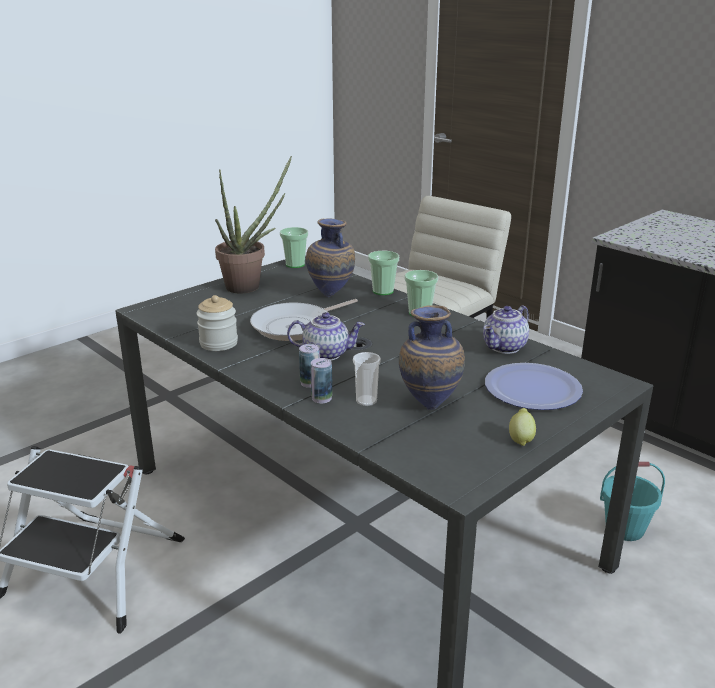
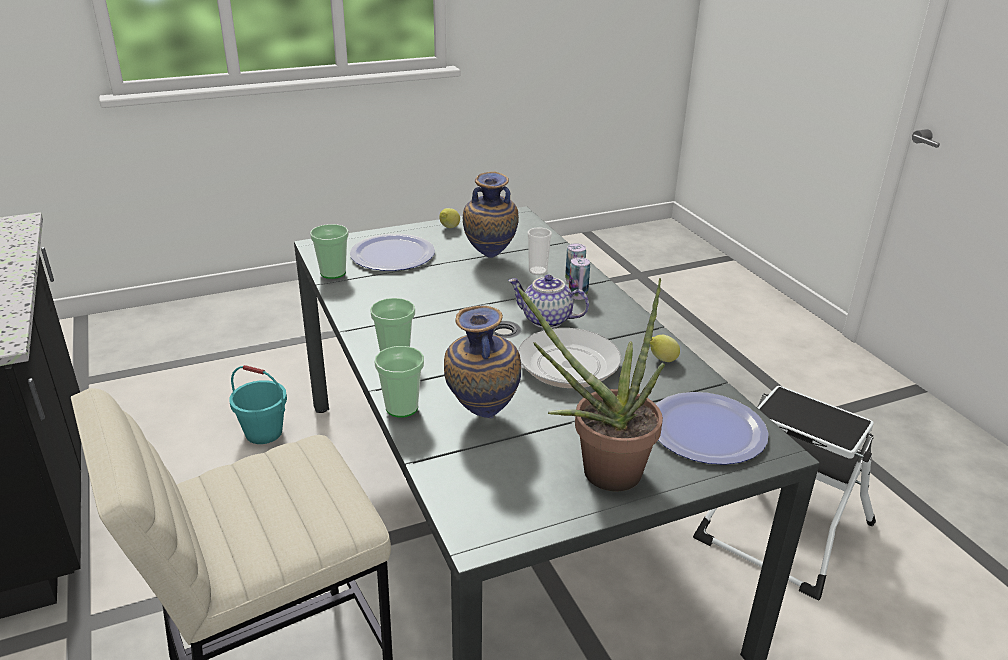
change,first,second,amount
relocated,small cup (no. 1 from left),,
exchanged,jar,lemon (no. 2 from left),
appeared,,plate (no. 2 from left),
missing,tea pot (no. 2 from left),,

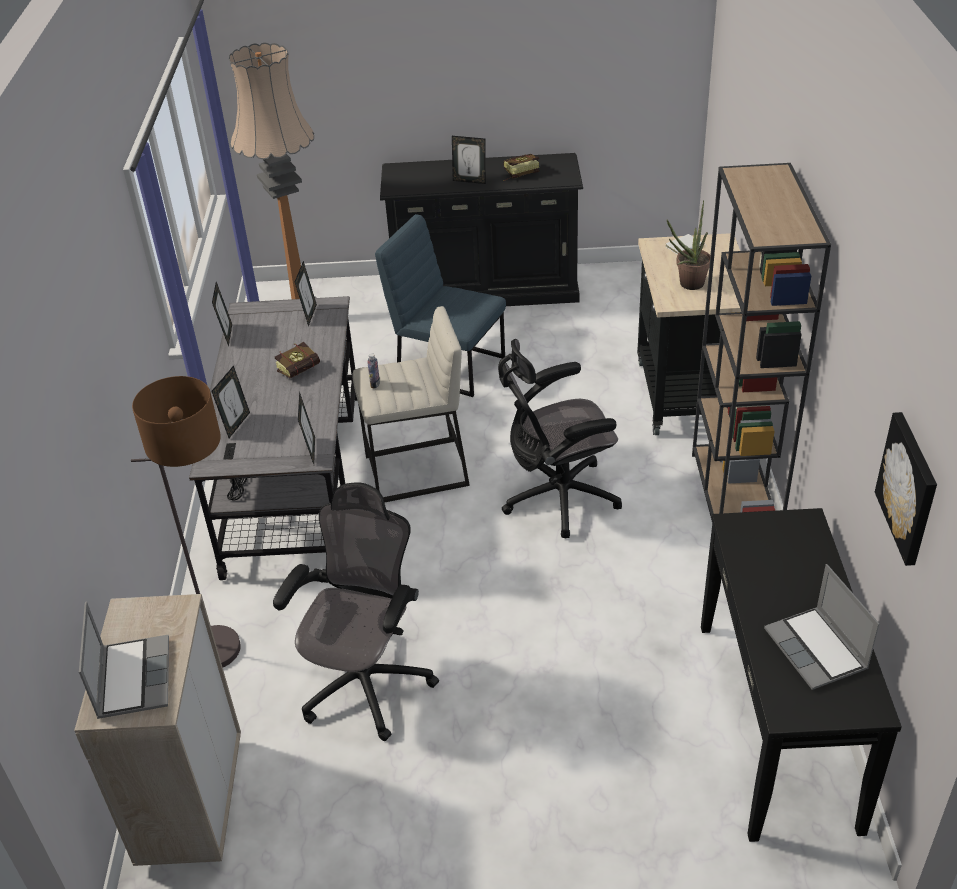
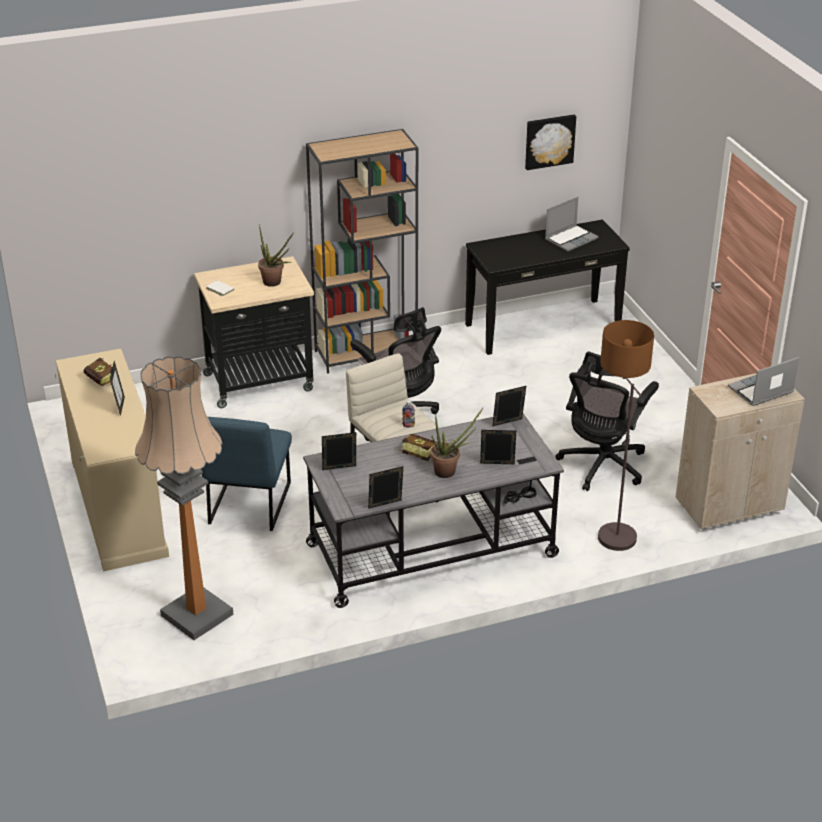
change,first,second,amount
colour,black cupboard,sand-coloured cupboard (no. 1 from left),
appeared,,houseplant (no. 2 from left),
spun,computer chair (no. 1 from left in the first image),computer chair (no. 2 from left),60 degrees counterclockwise

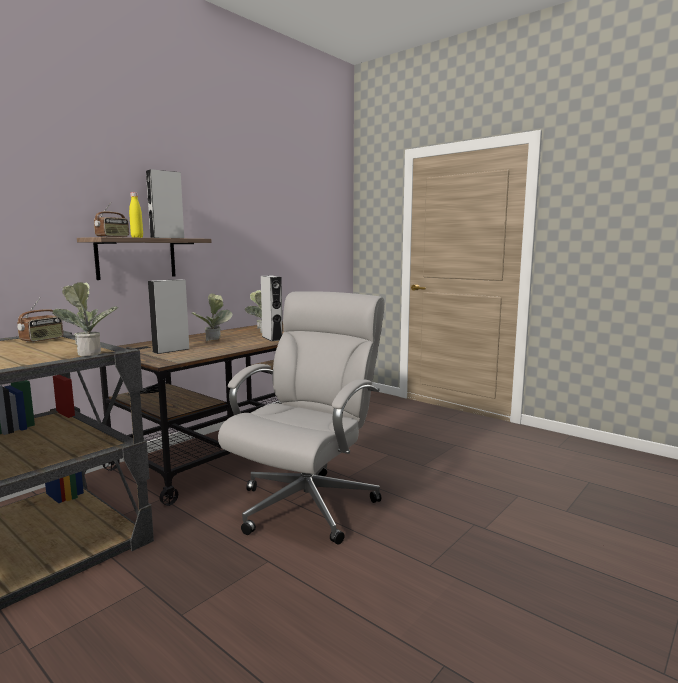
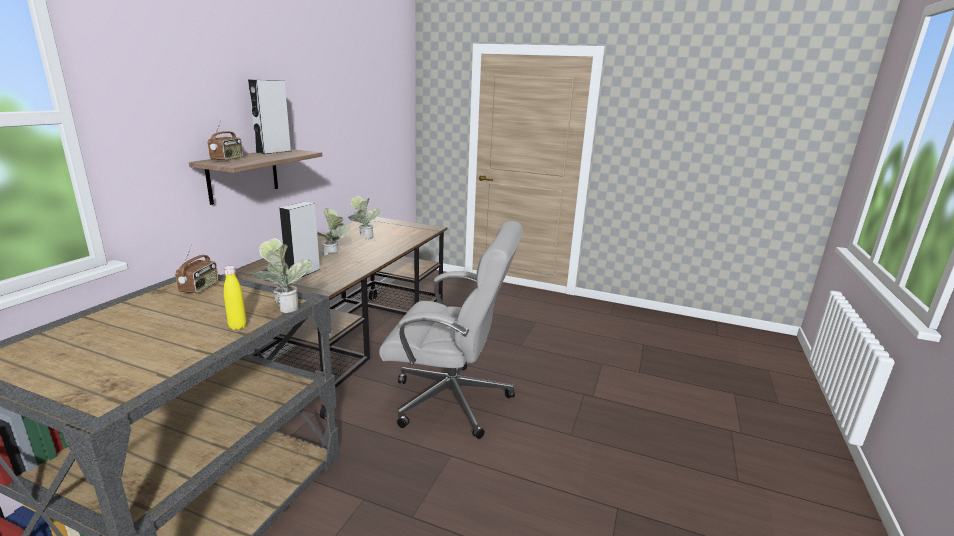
change,first,second,amount
relocated,yellow-coloured drink bottle,,
spun,greyish computer chair,,90 degrees clockwise
missing,greyish audio speaker (no. 3 from left),,

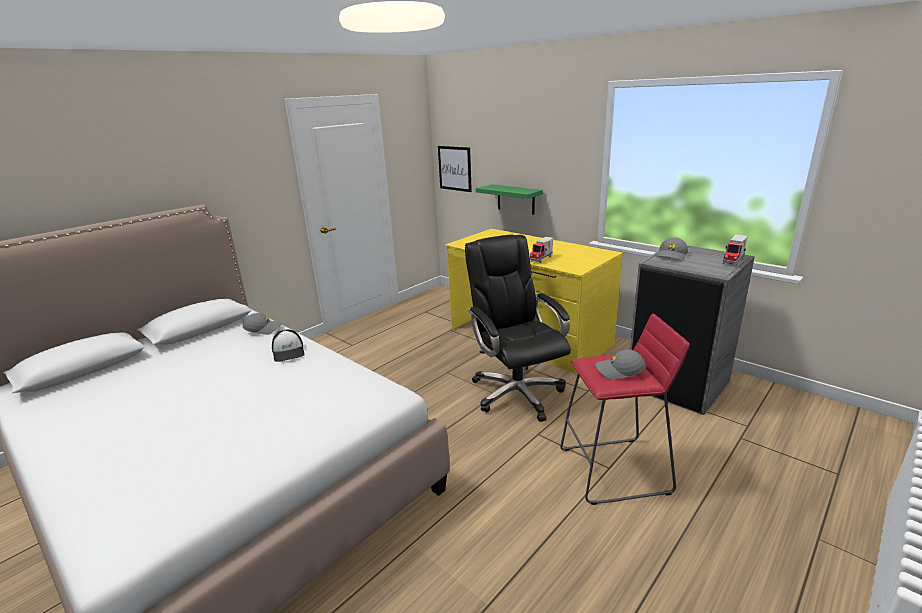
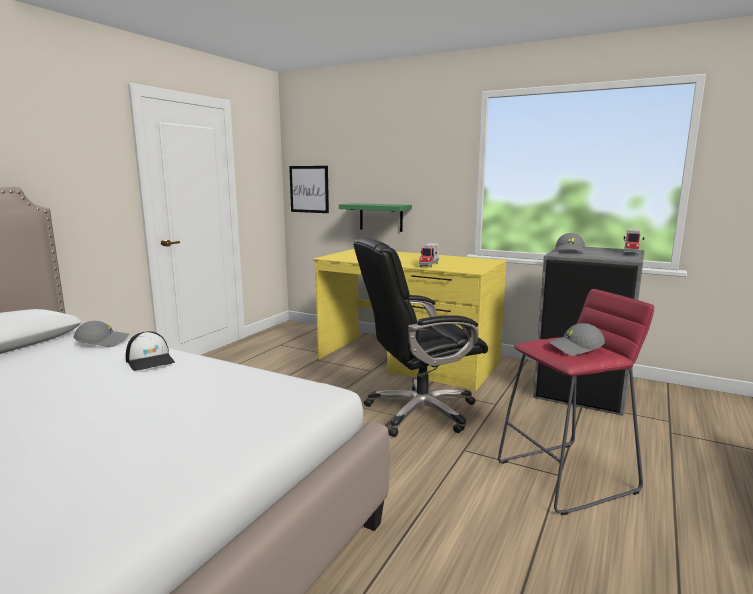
change,first,second,amount
spun,black computer chair,,75 degrees counterclockwise

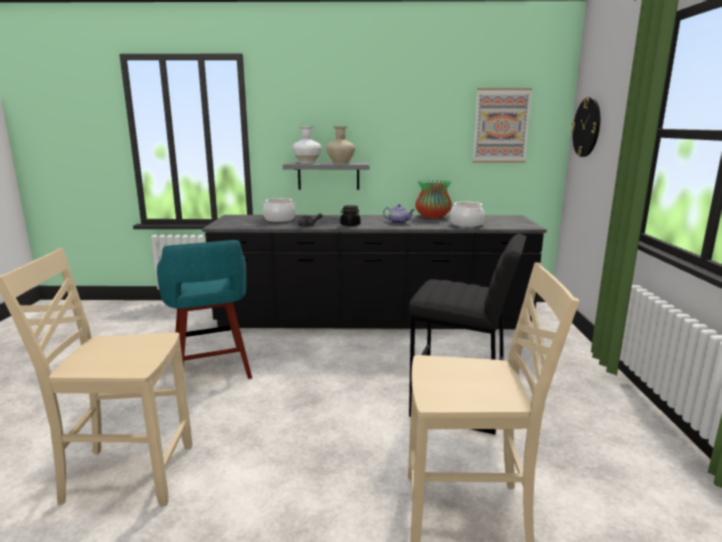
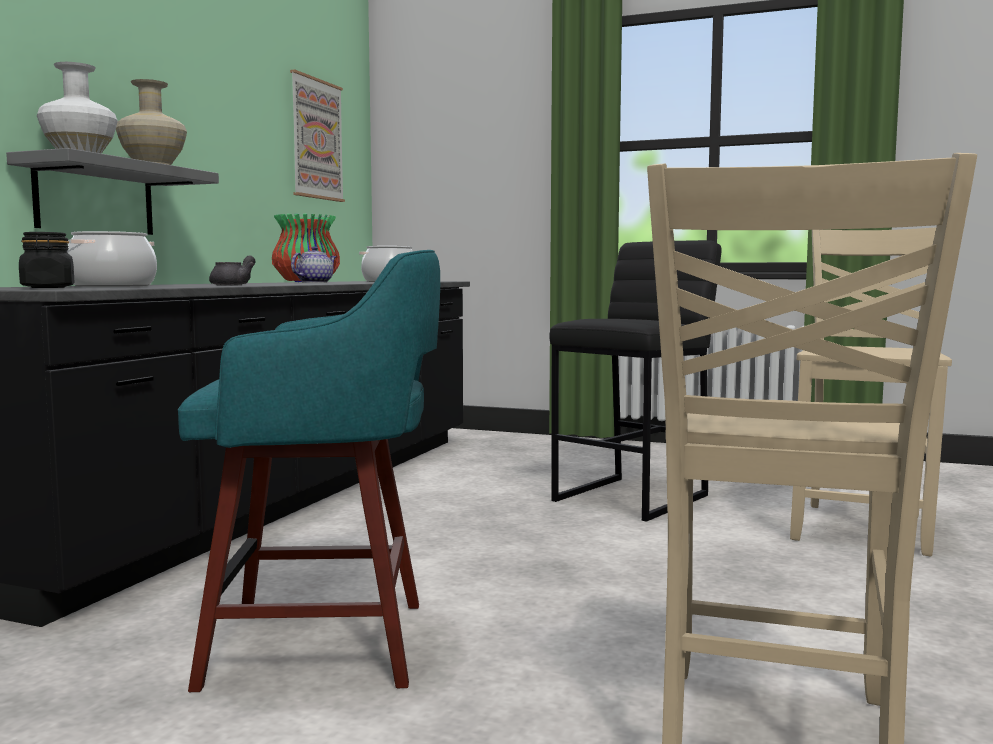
change,first,second,amount
relocated,black jar,,
missing,hanging clock,,

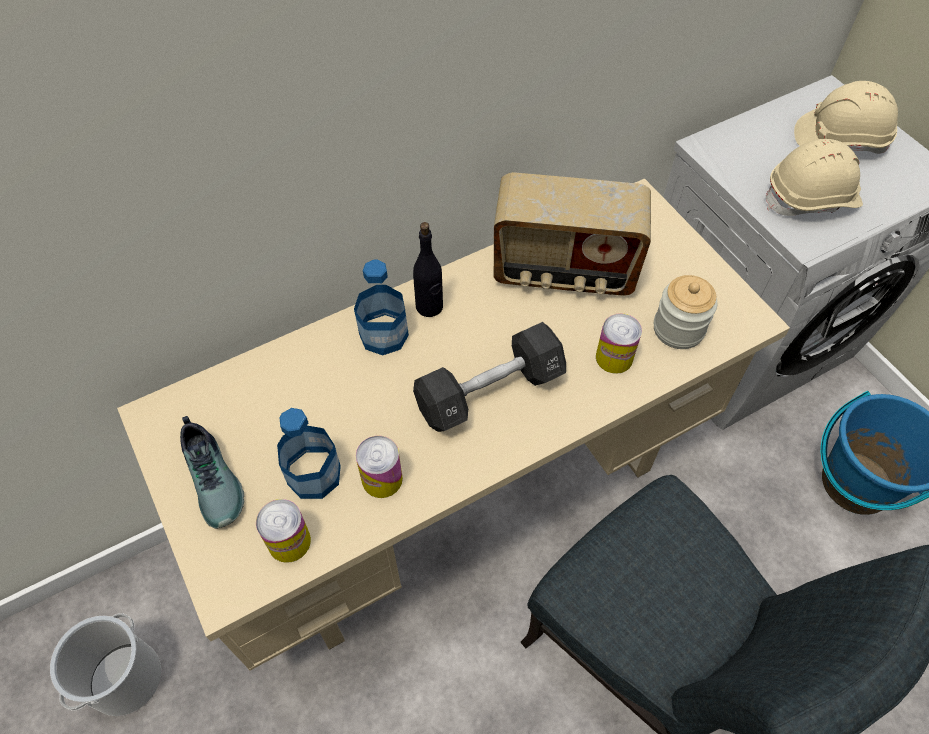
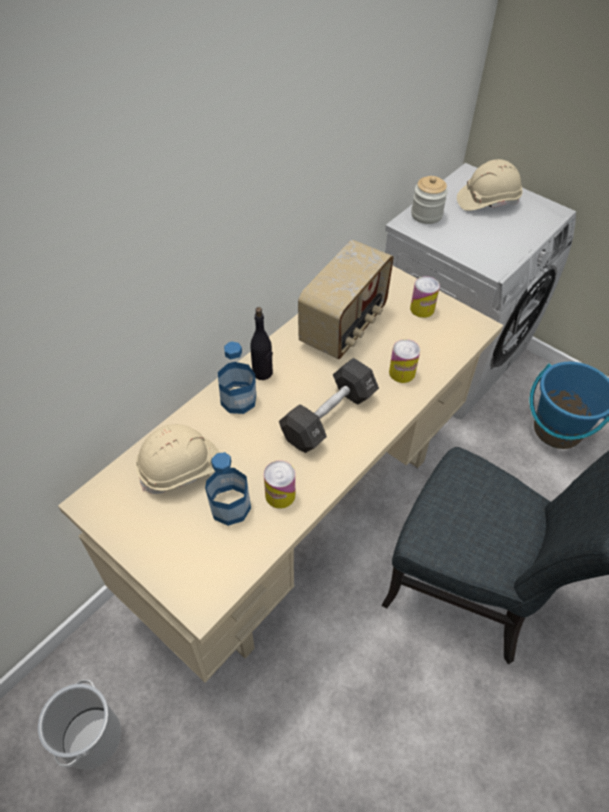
change,first,second,amount
relocated,sand-coloured safety helmet (no. 1 from left),,
spun,radio,,45 degrees counterclockwise
relocated,can (no. 1 from left in the first image),can (no. 3 from left),
relocated,jar,,
missing,low shoe,,

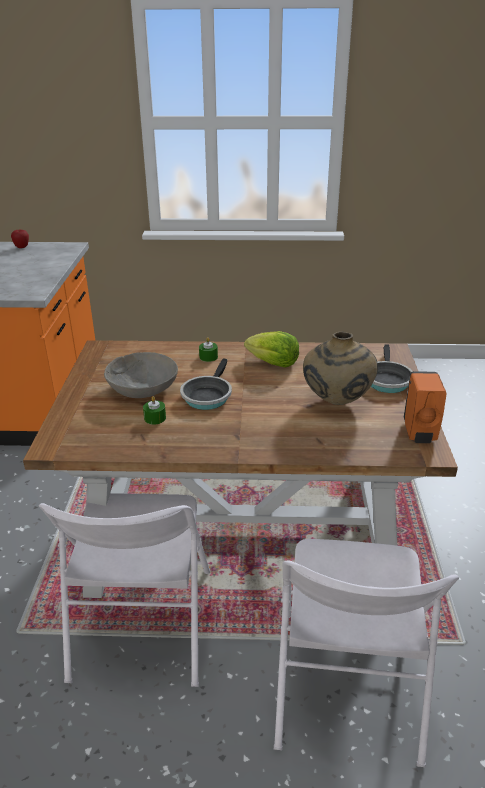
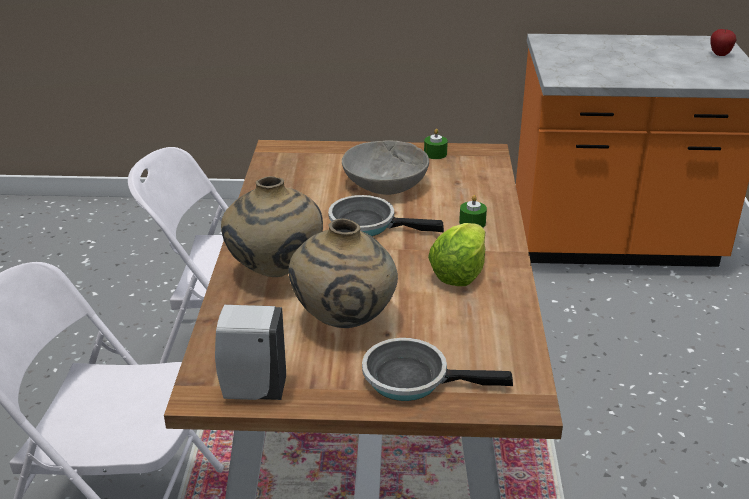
change,first,second,amount
colour,orange-coloured soap dispenser,white-coloured soap dispenser,
appeared,,sand-coloured decorative vase (no. 1 from left),
relocated,green-coloured wax light (no. 1 from left),,

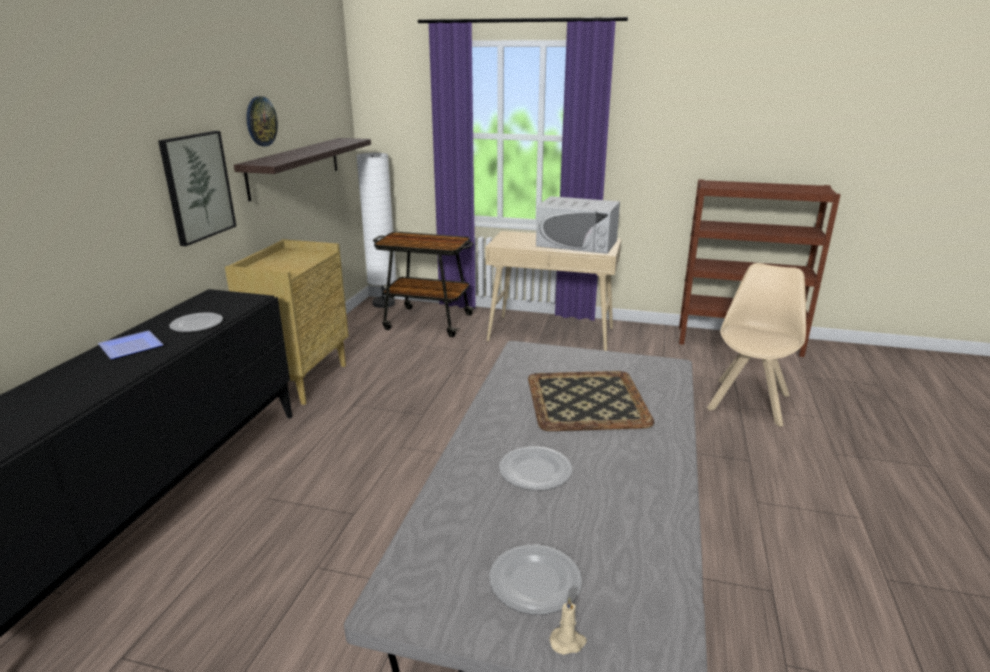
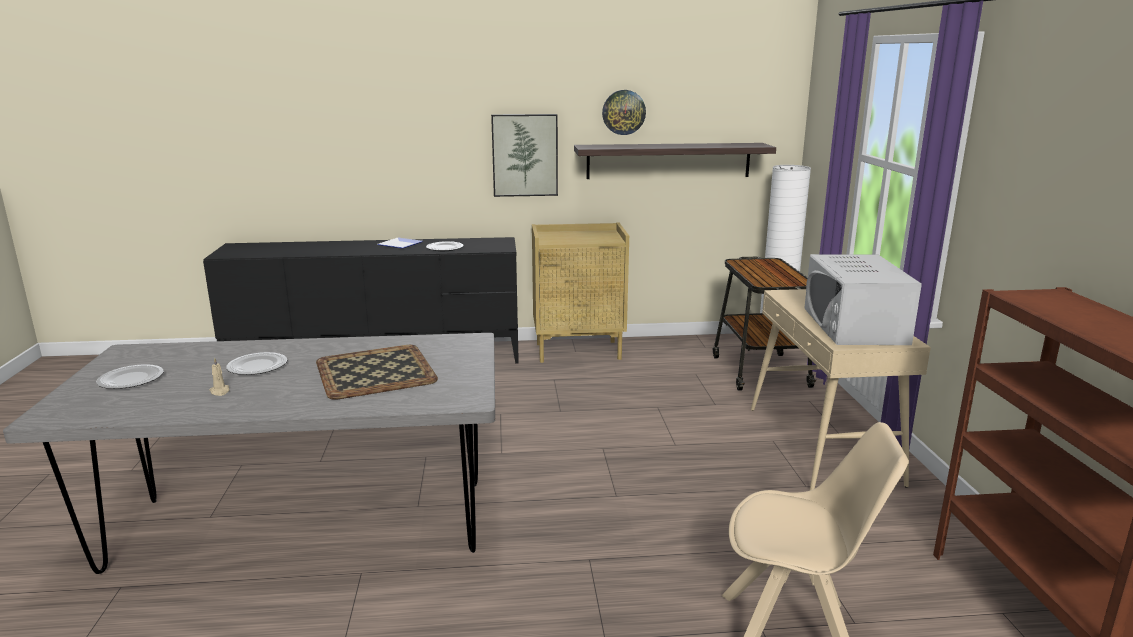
change,first,second,amount
relocated,sand-coloured wax light,,

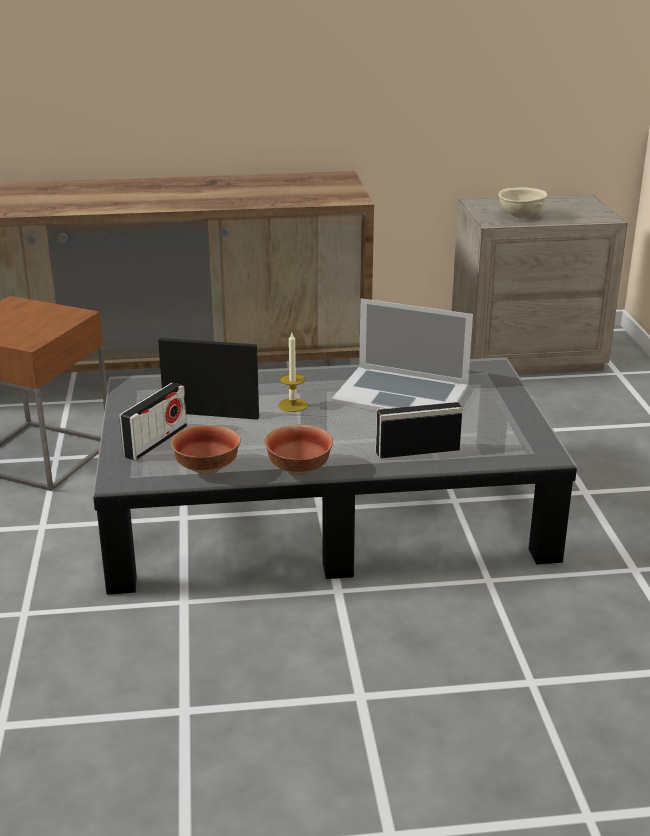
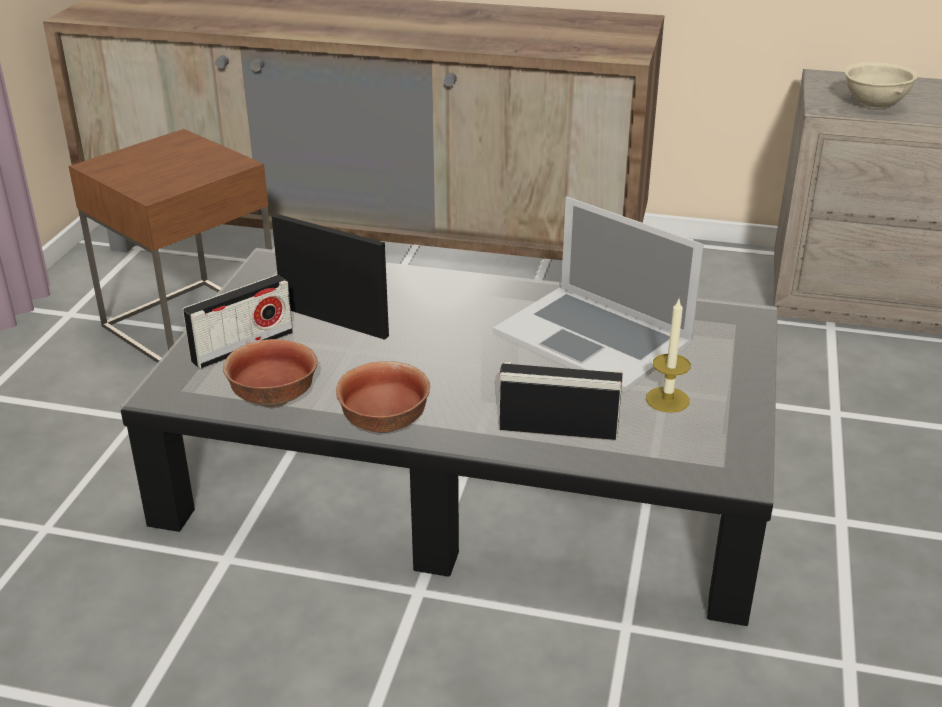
change,first,second,amount
relocated,wax light,,

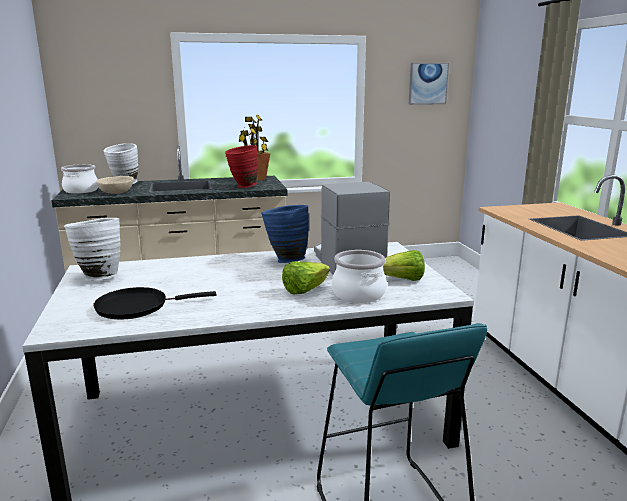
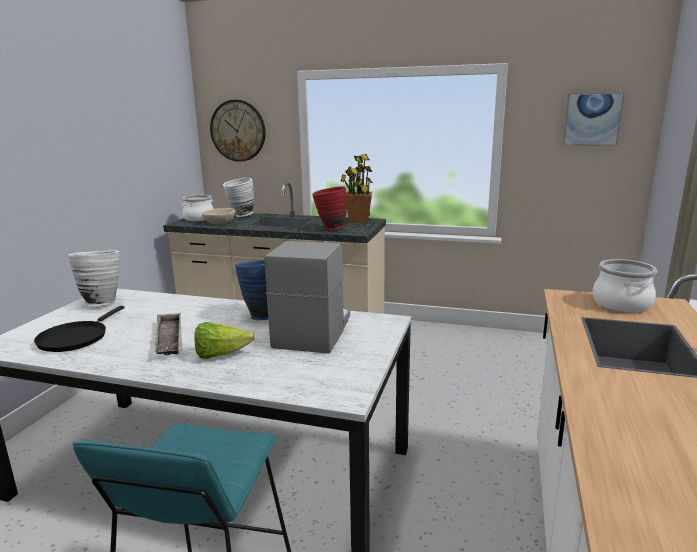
change,first,second,amount
spun,black skillet,,90 degrees counterclockwise
appeared,,serving tray,
appeared,,hanging clock,
relocated,saucepot (no. 2 from left),,
missing,lettuce head (no. 2 from left),,

